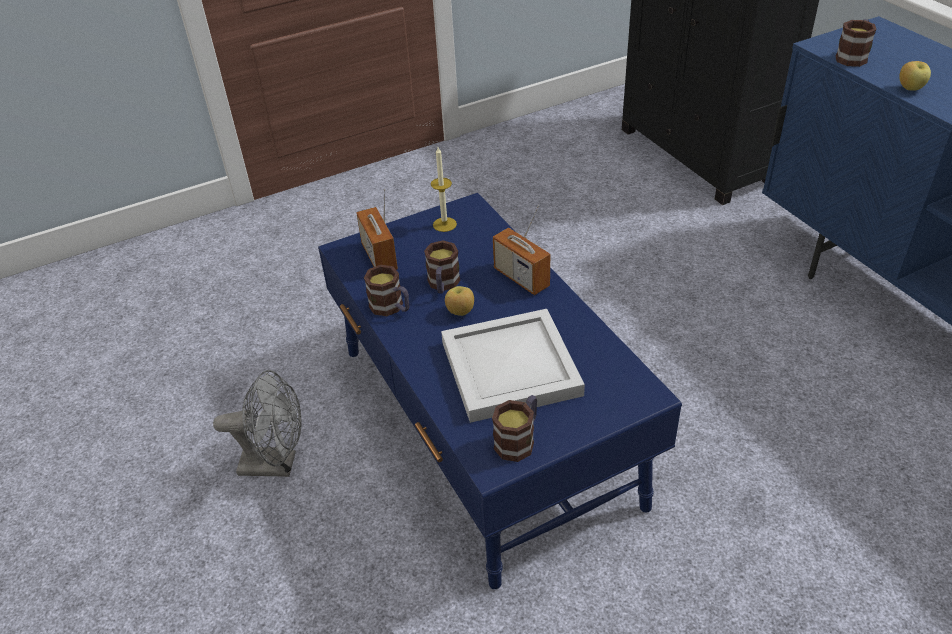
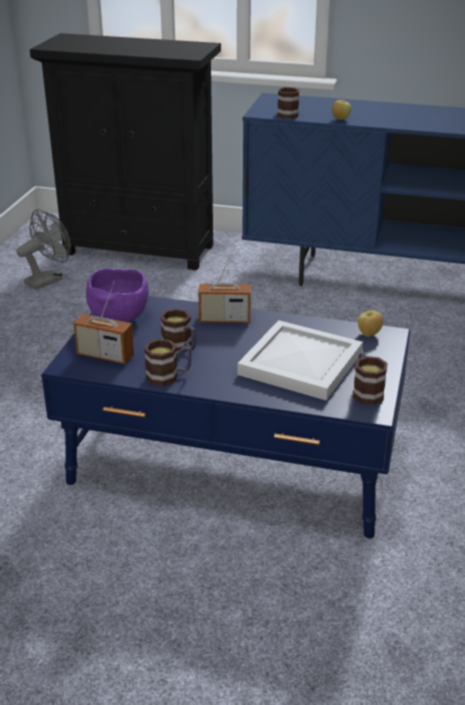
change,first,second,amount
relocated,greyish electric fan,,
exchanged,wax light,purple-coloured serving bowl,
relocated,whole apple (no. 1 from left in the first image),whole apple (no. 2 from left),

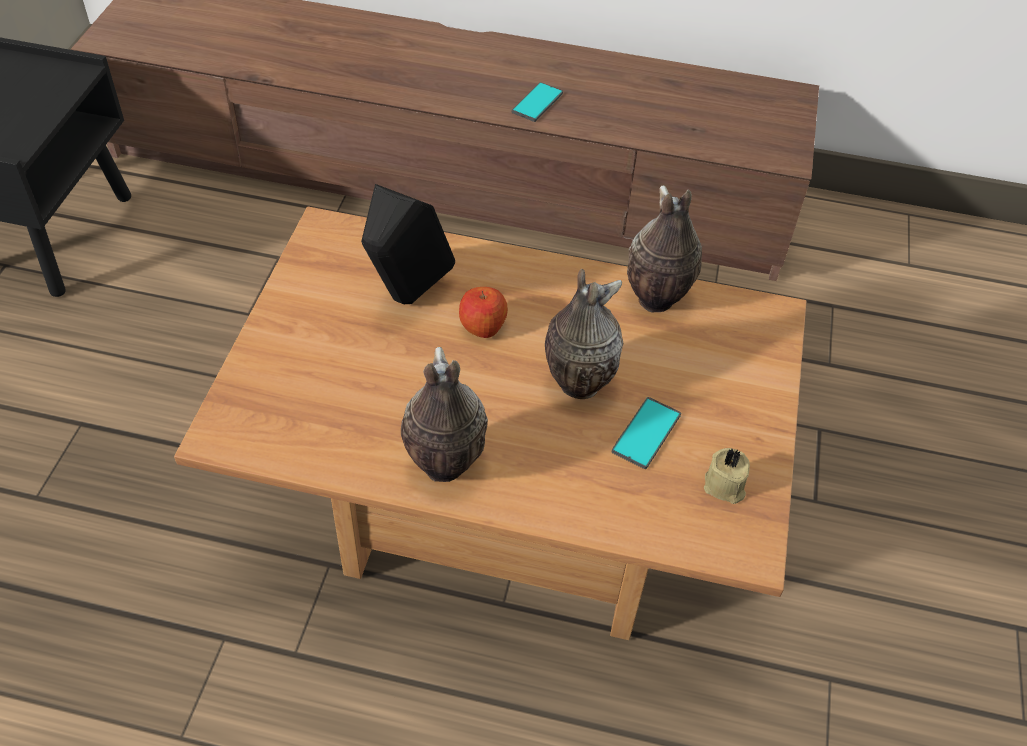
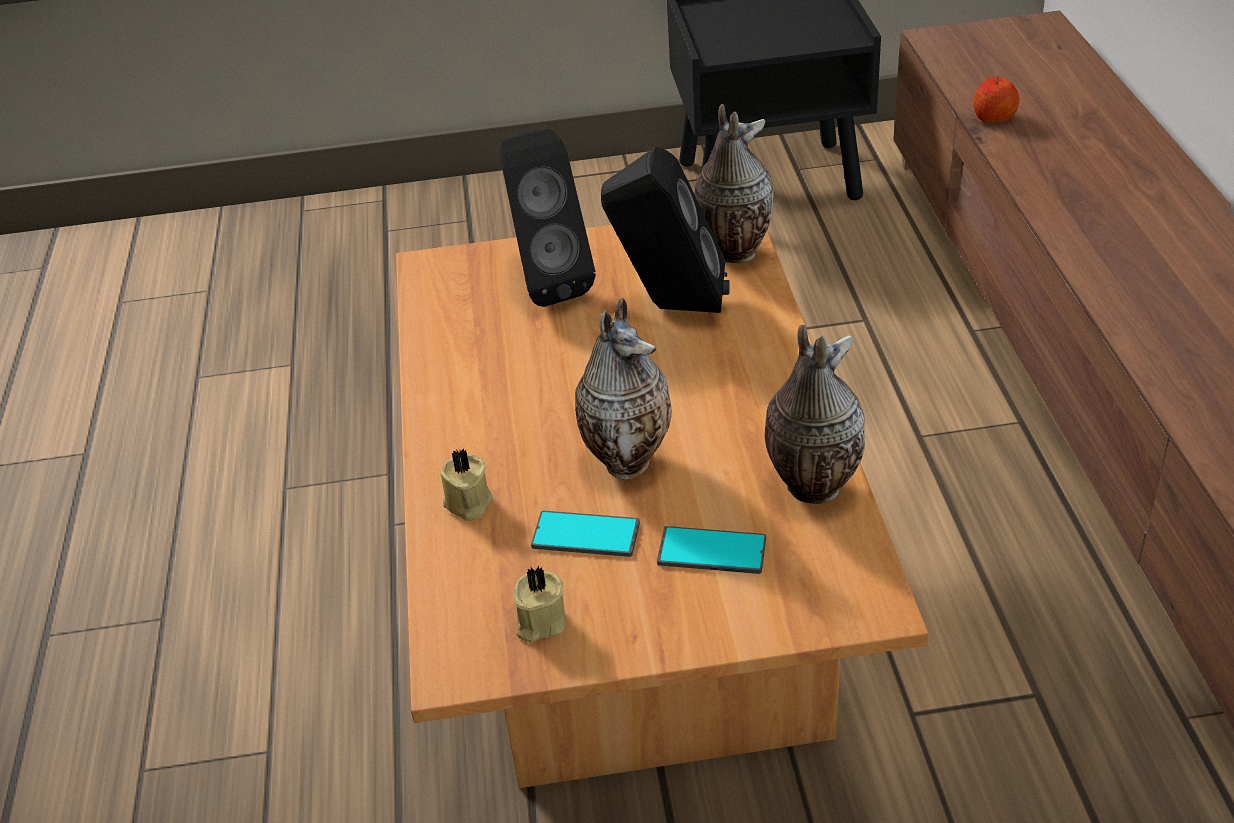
change,first,second,amount
appeared,,sand-coloured wax light (no. 1 from left),
appeared,,black audio speaker (no. 1 from left),
relocated,phone (no. 1 from left in the first image),phone (no. 2 from left),
relocated,decorative vase (no. 1 from left in the first image),decorative vase (no. 2 from left),
relocated,whole apple,,

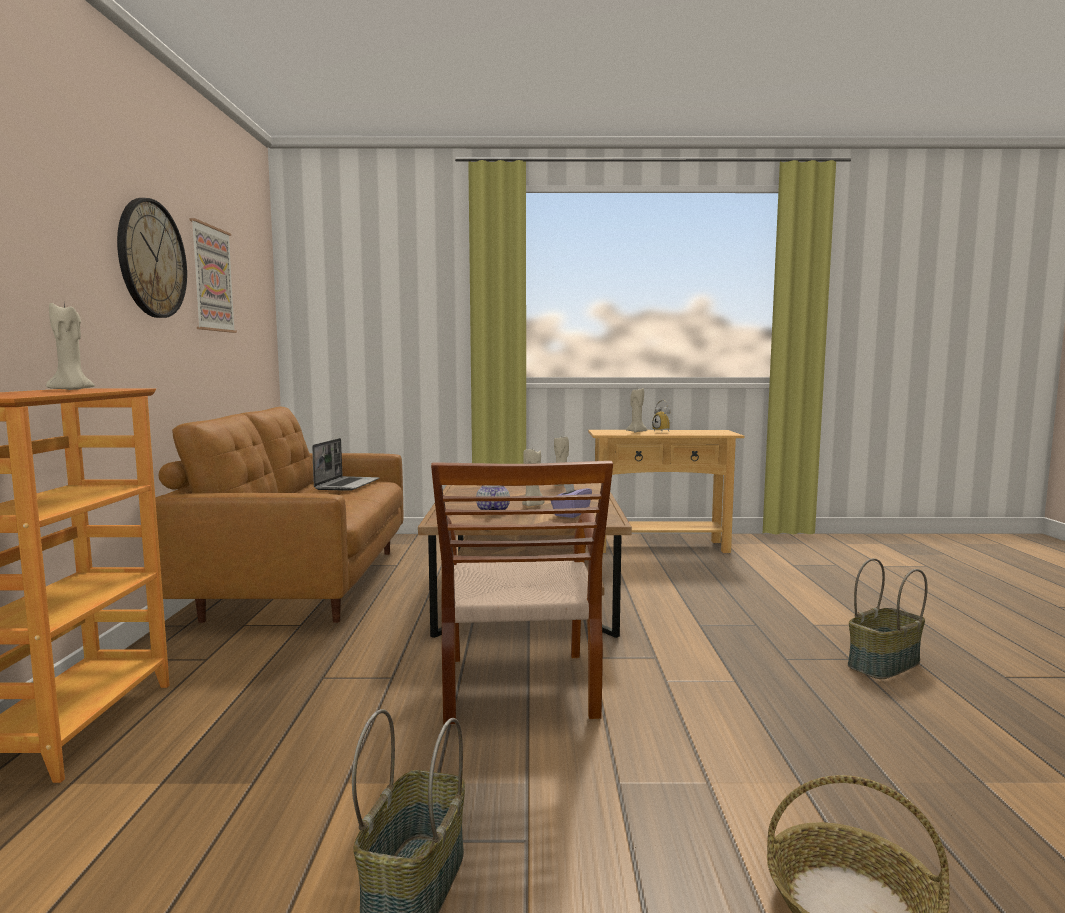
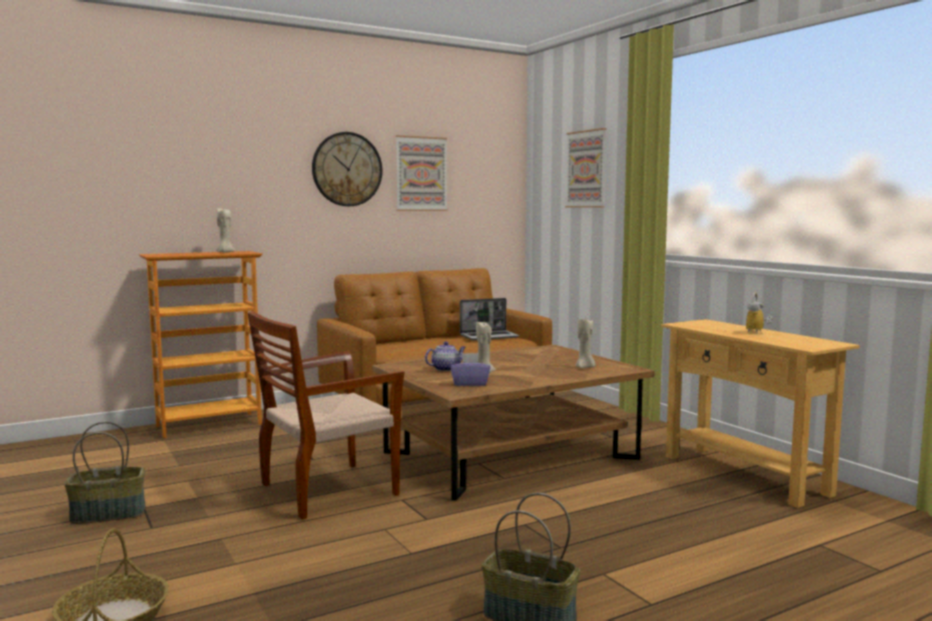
change,first,second,amount
appeared,,wall art (no. 2 from left),
missing,sand-coloured wax light (no. 4 from left),,

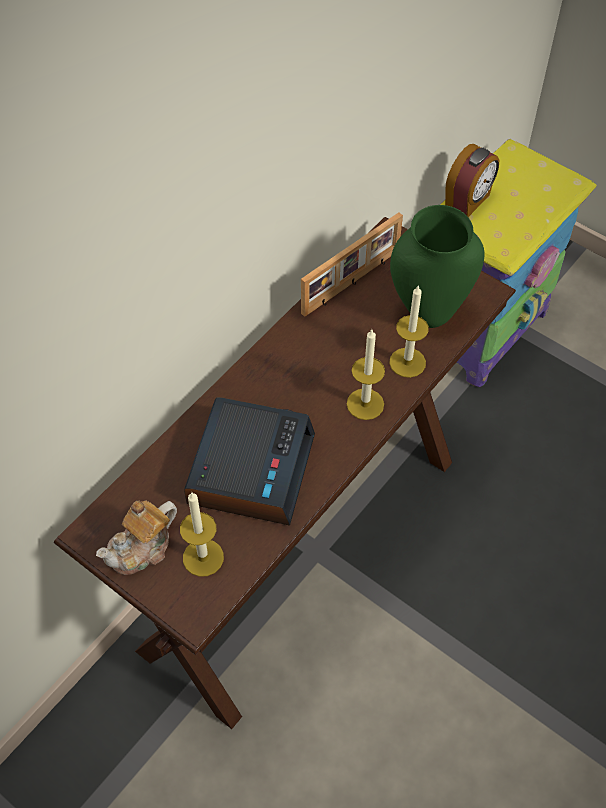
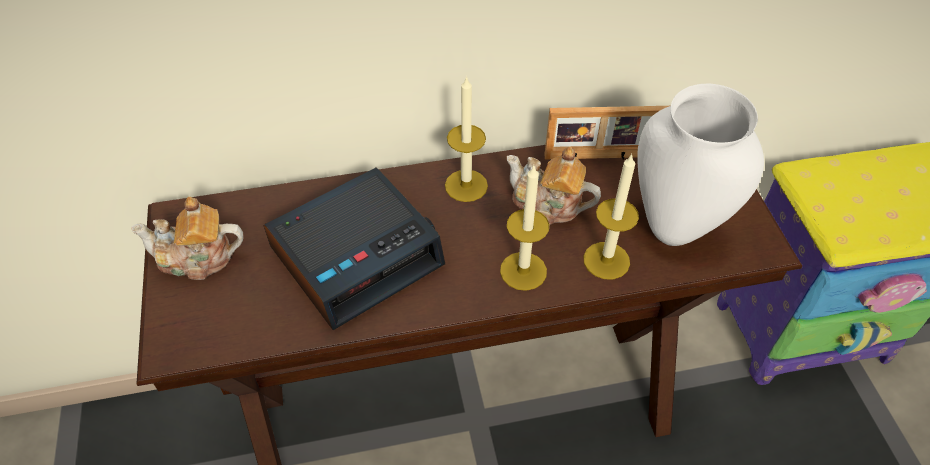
change,first,second,amount
relocated,wax light (no. 1 from left),,
appeared,,tea pot (no. 2 from left),
colour,green-coloured decorative vase,white-coloured decorative vase,
missing,bedside clock (no. 2 from left),,

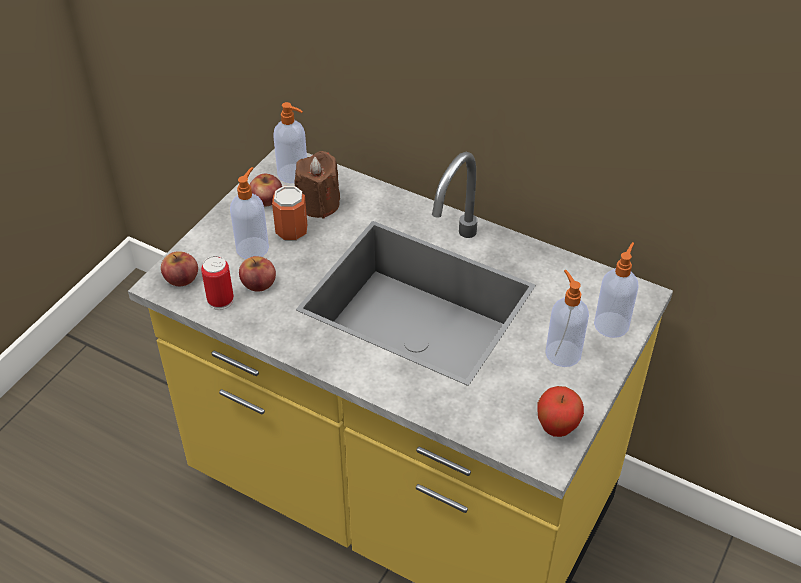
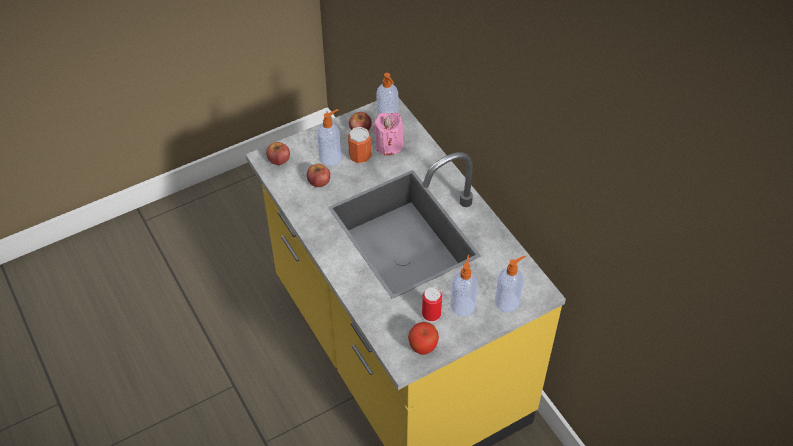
change,first,second,amount
colour,brown-coloured wax light,pink wax light,
relocated,can (no. 1 from left in the first image),can (no. 2 from left),

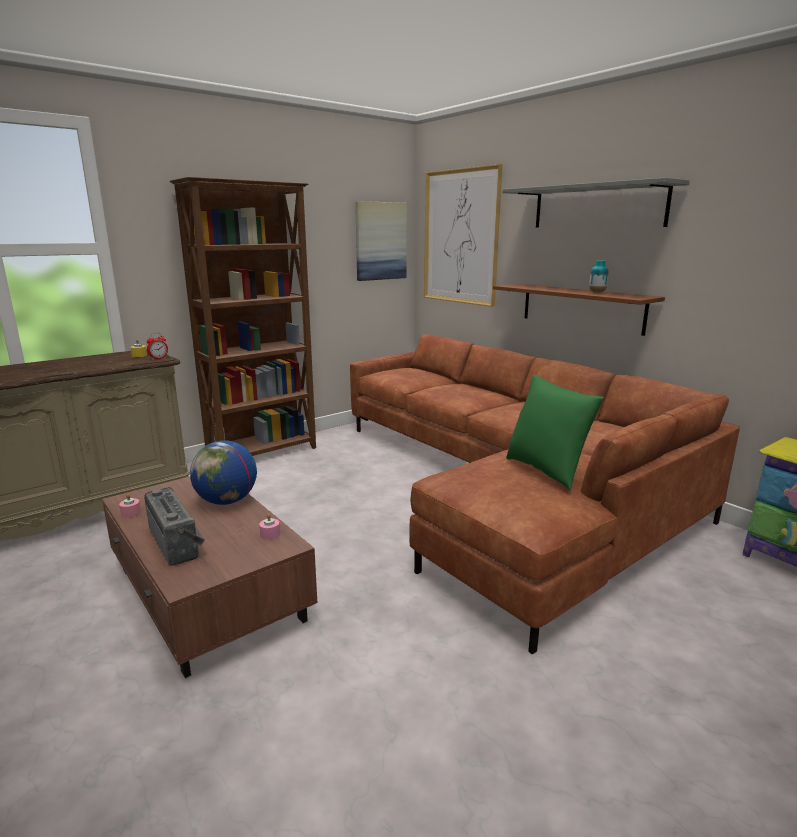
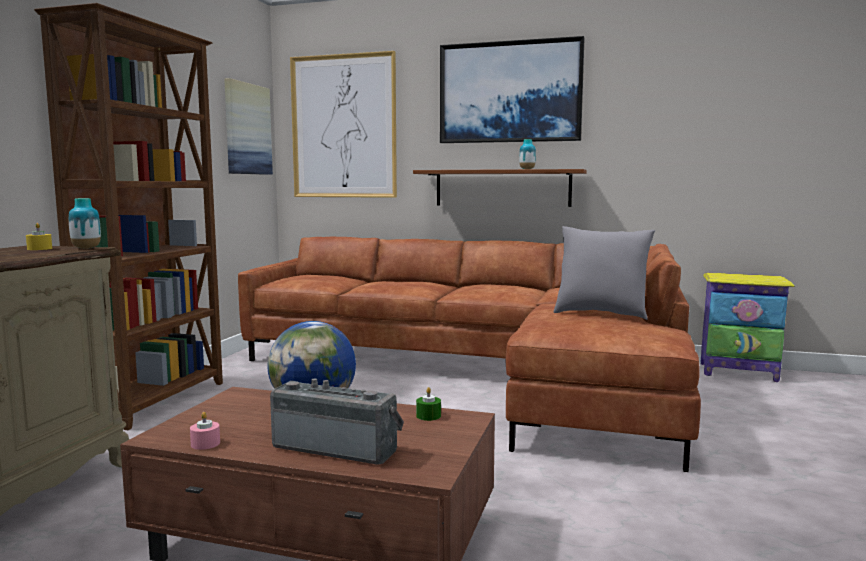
change,first,second,amount
exchanged,bedside clock,decorative vase (no. 1 from left),
colour,pink wax light (no. 2 from left),green-coloured wax light,
exchanged,greyish wall shelf,wall art (no. 3 from left),
colour,green-coloured throw pillow,greyish throw pillow,

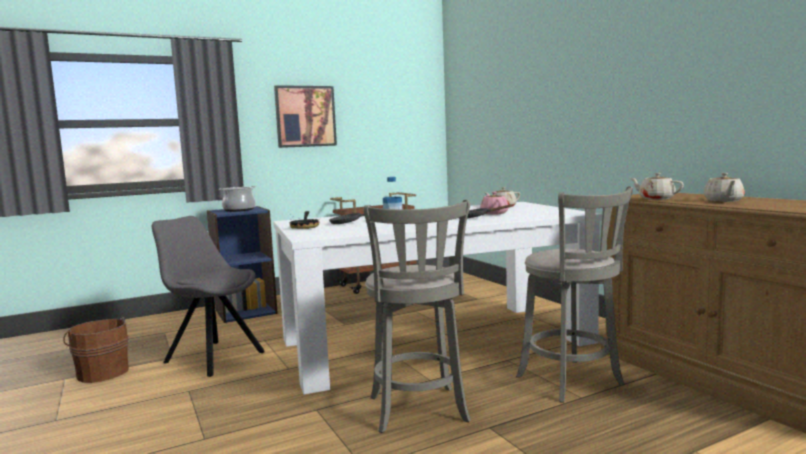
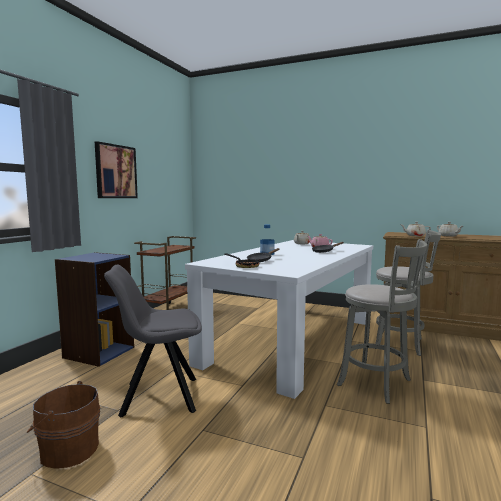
change,first,second,amount
missing,saucepot,,

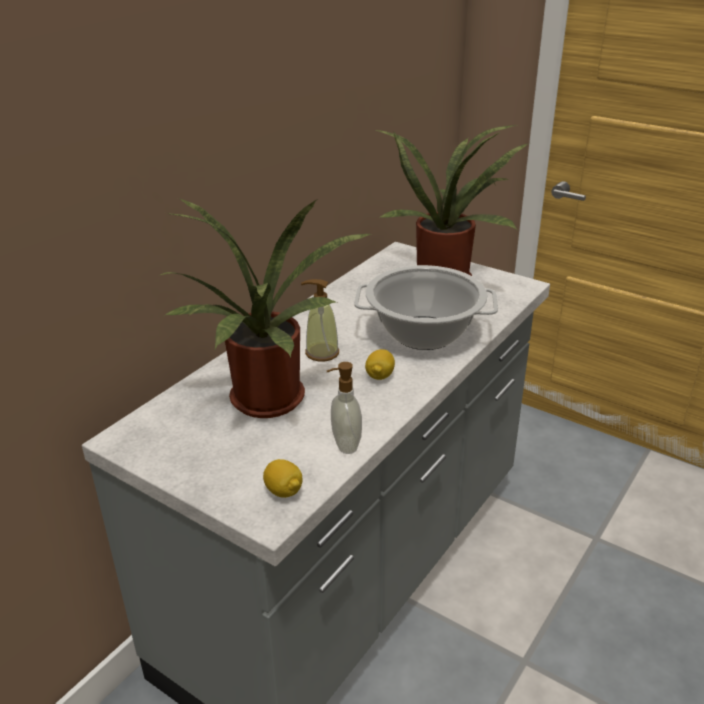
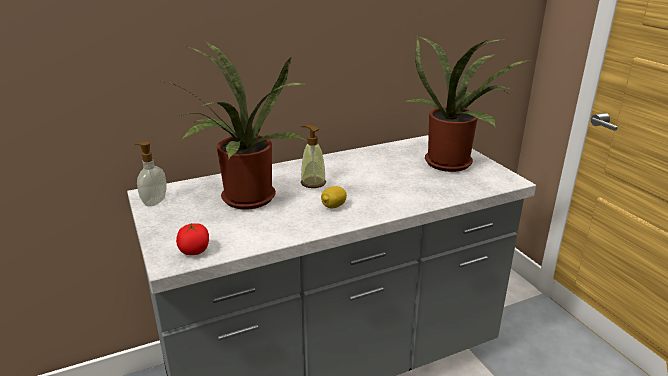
change,first,second,amount
relocated,soap dispenser (no. 2 from left in the first image),soap dispenser (no. 1 from left),
exchanged,lemon (no. 1 from left),whole tomato,
missing,saucepot,,

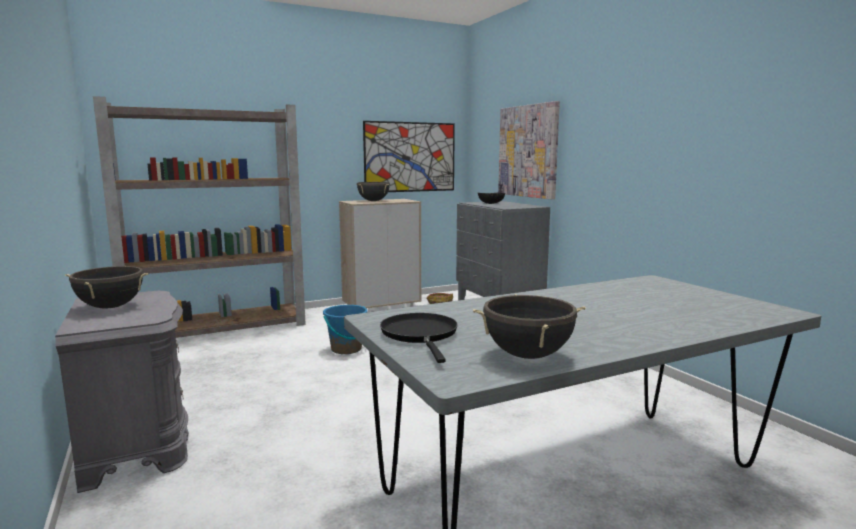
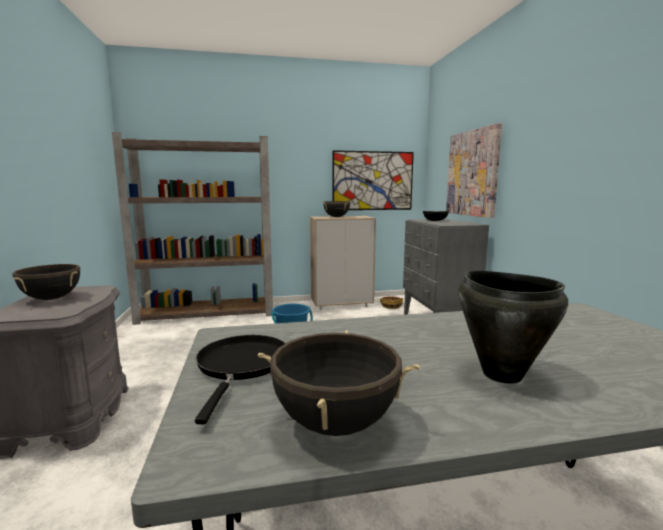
change,first,second,amount
appeared,,black saucepot (no. 4 from left),

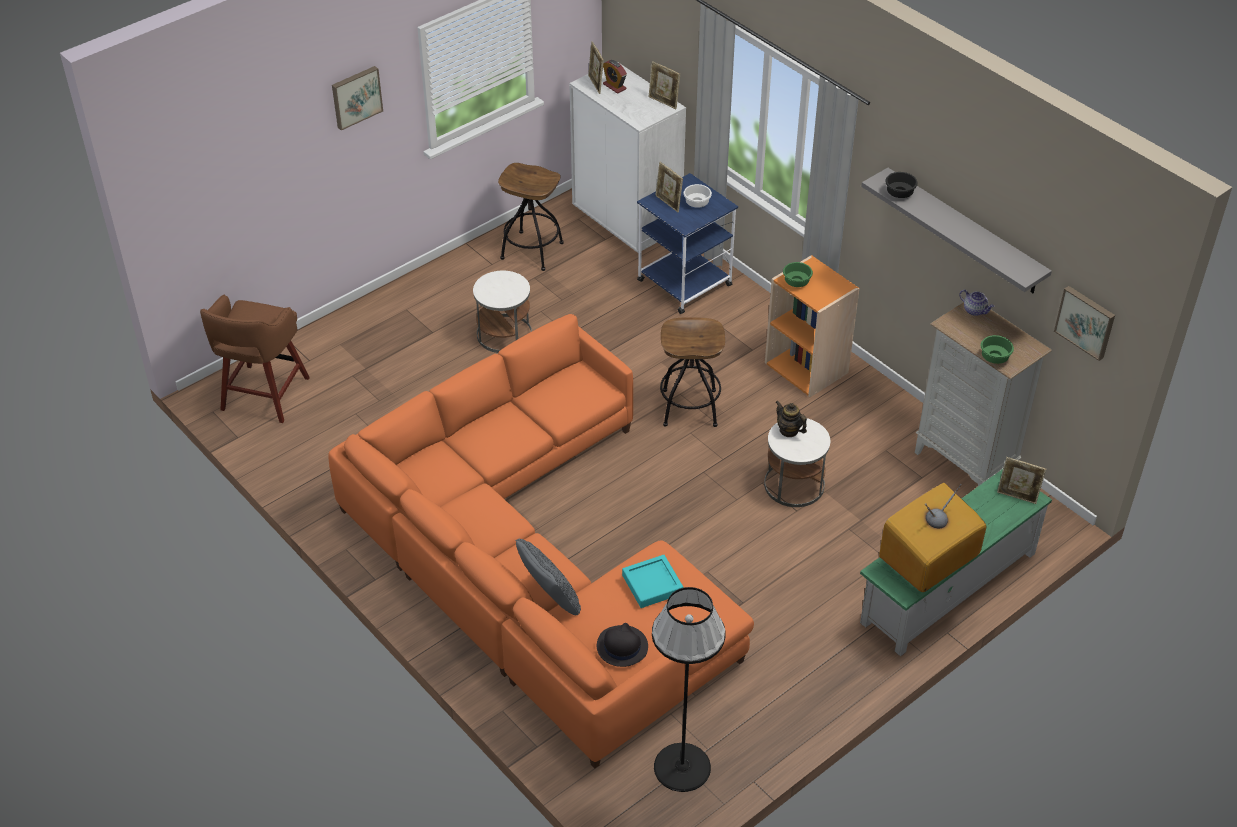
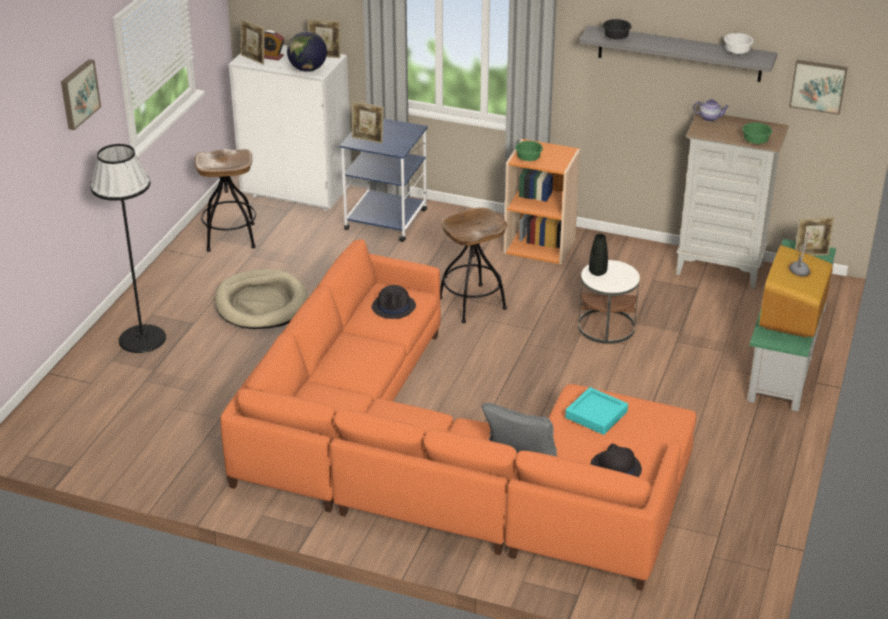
change,first,second,amount
relocated,black standing lamp,,
exchanged,white-coloured end table (no. 1 from left),sand-coloured pet bed,
appeared,,world globe,
appeared,,black hat (no. 1 from left),
exchanged,tea pot (no. 1 from left),black decorative vase,
relocated,white-coloured serving bowl,,
missing,brown-coloured sitting stool (no. 1 from left),,

